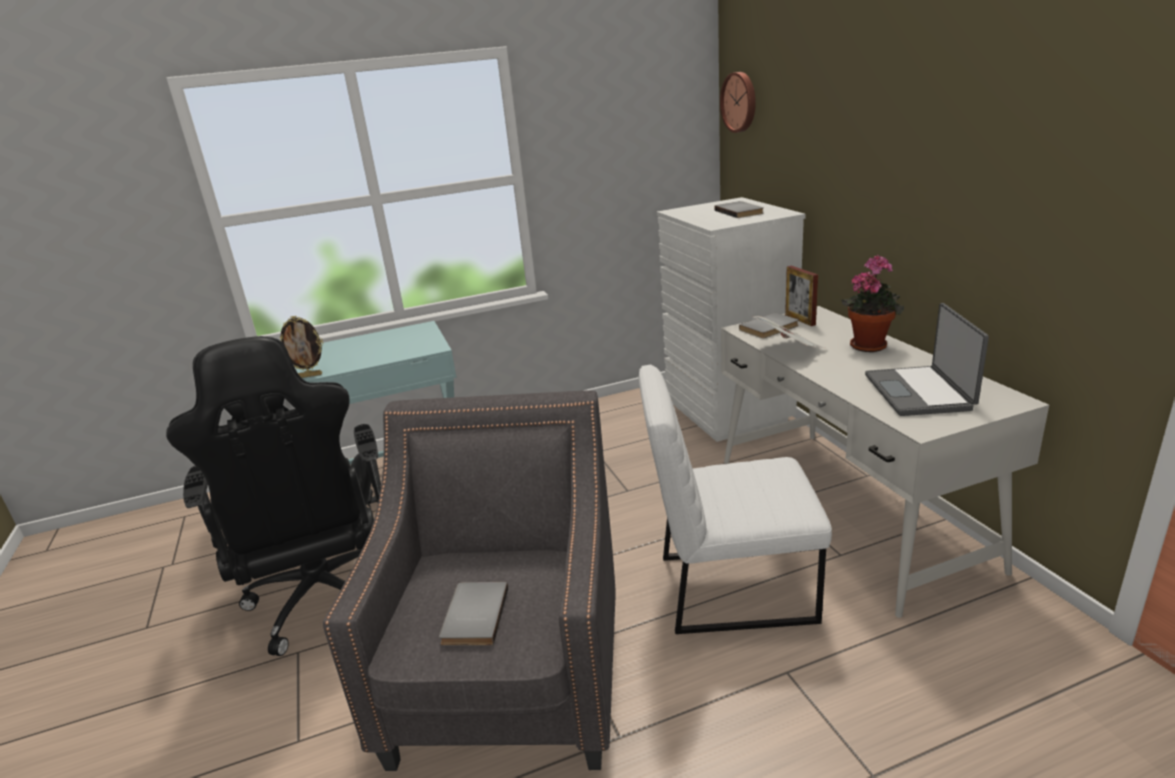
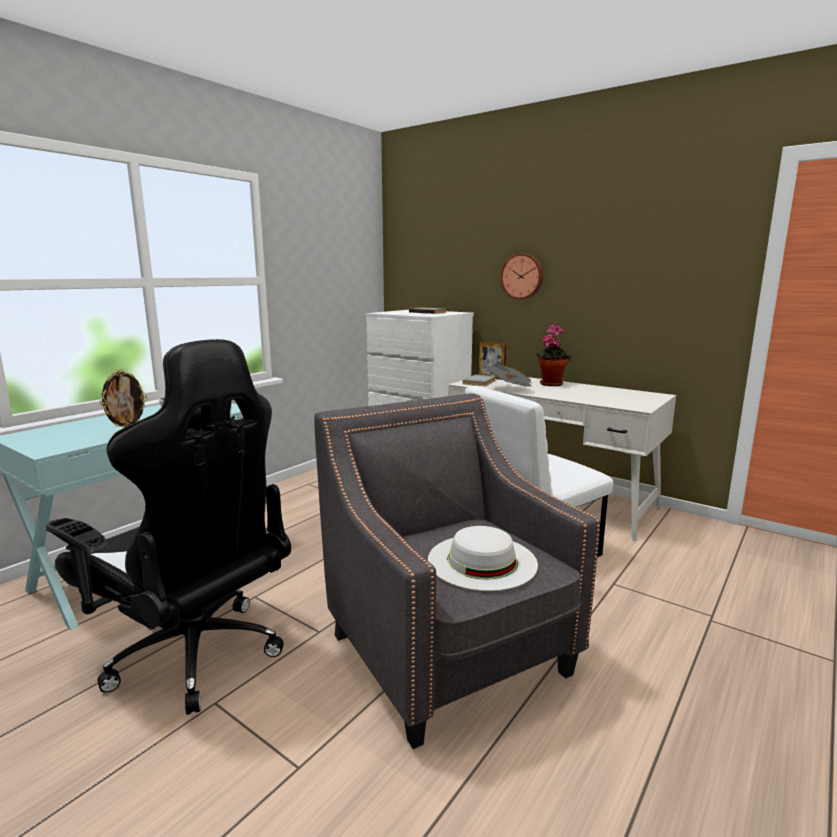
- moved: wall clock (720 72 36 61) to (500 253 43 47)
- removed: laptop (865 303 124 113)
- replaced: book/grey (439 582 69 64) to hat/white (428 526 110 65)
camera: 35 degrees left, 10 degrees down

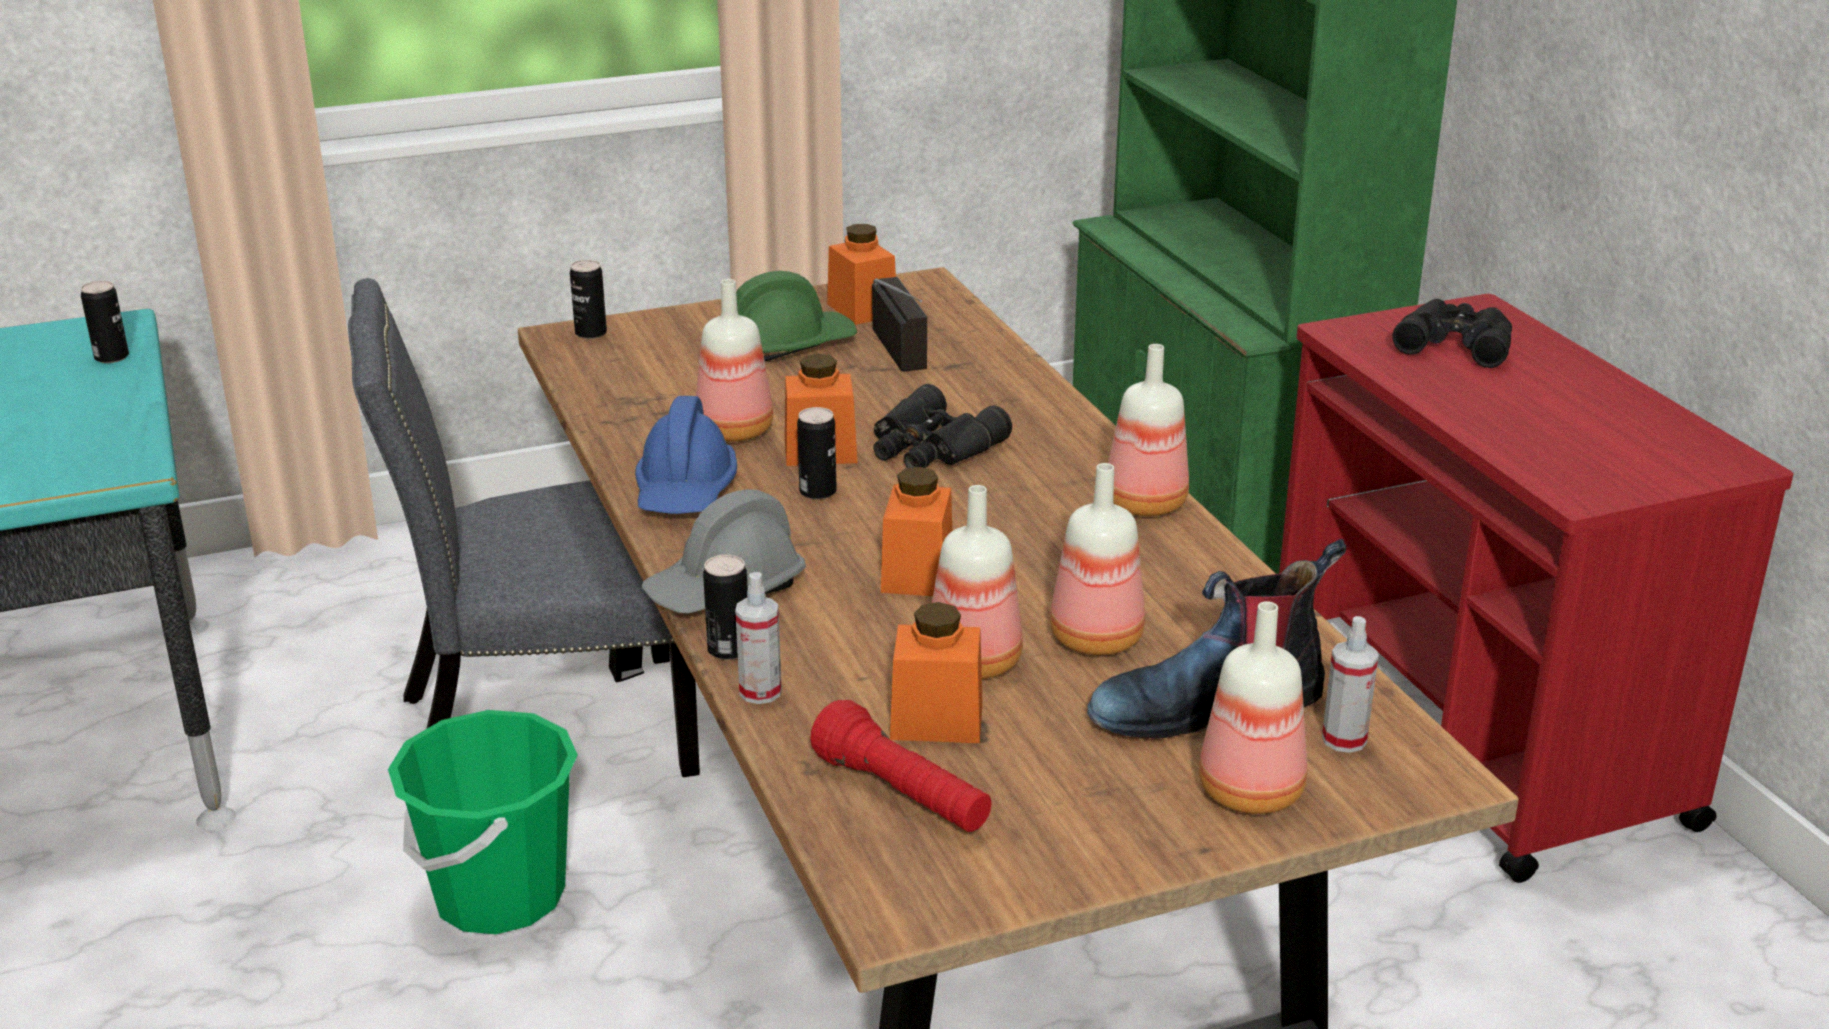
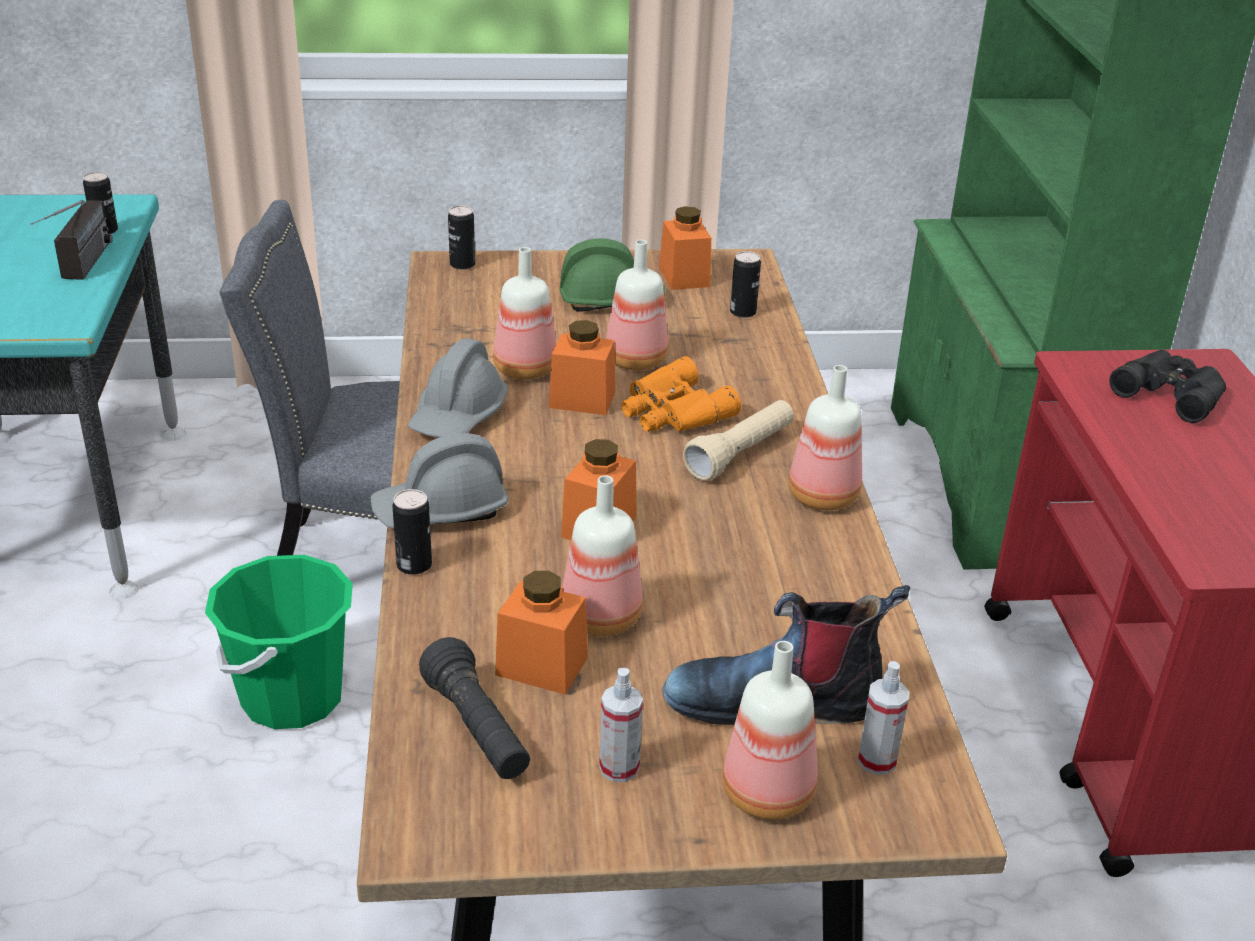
- moved: radio (872 277 56 94) to (31 200 82 80)
- recoloured: binoculars/black (873 384 139 84) to binoculars/orange (621 356 120 76)
- recoloured: hard hat/blue (635 396 102 118) to hard hat/grey (408 338 100 99)
- moved: can (797 407 40 93) to (730 251 31 67)
- moved: bottle (1050 463 95 192) to (606 240 62 130)
- moved: spray bottle (735 572 47 132) to (599 668 44 114)
- recoloured: flashlight/red (810 700 181 132) to flashlight/black (419 637 111 142)
- added: flashlight/beige (683 400 111 80)
camera: 15 degrees right, 5 degrees up

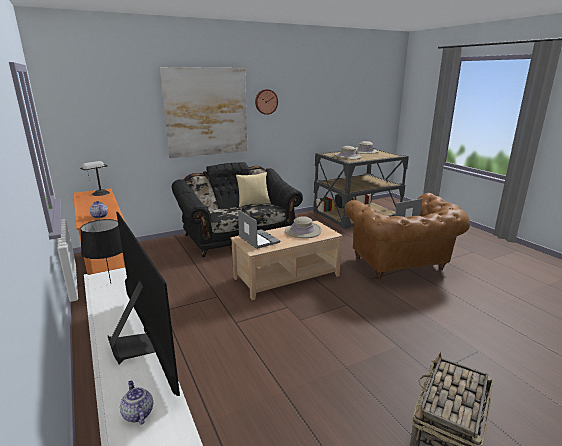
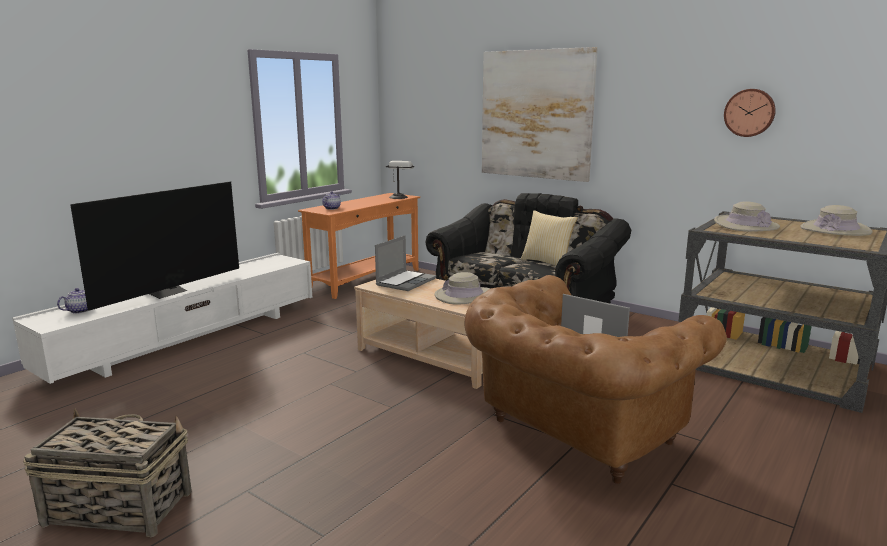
- moved: wall clock (255 89 23 26) to (724 89 52 48)
- removed: table lamp/black (80 219 43 64)
camera: 65 degrees right, 5 degrees down

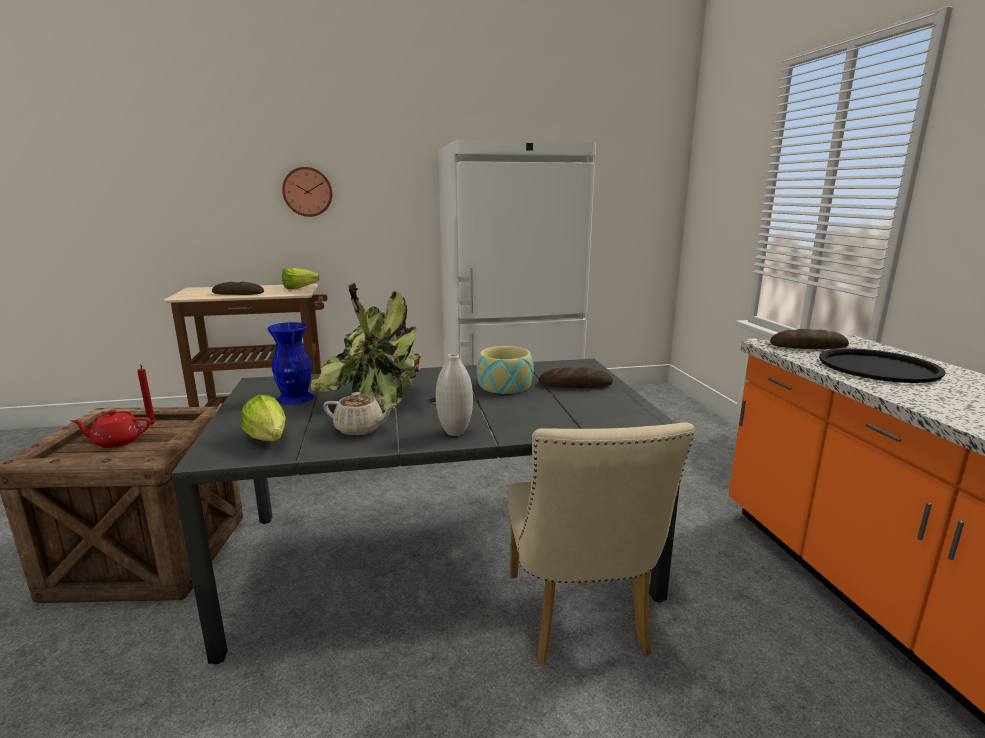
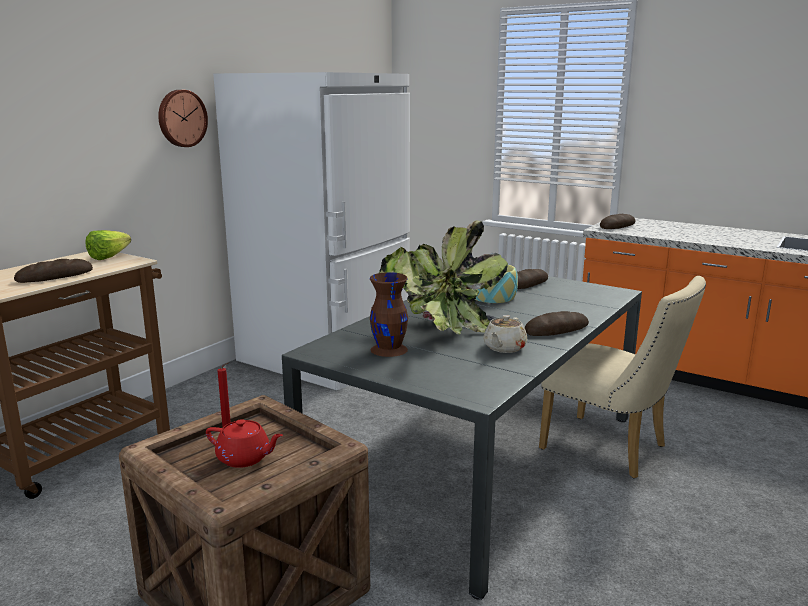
- moved: wall clock (282 167 50 50) to (158 90 50 57)
- recoloured: vase/blue (268 322 46 83) to vase/brown (370 272 38 85)
- removed: tray/black (819 348 127 35)
- replaced: vase/white (436 354 37 82) to bread (525 311 64 25)
- turned: teapot/beige (323 392 74 44) = (483 315 44 38) 150 degrees clockwise
- removed: lettuce (241 395 45 46)
- turned: teapot/red (71 410 80 38) = (206 419 77 49) 105 degrees counterclockwise
camera: 45 degrees left, 0 degrees up

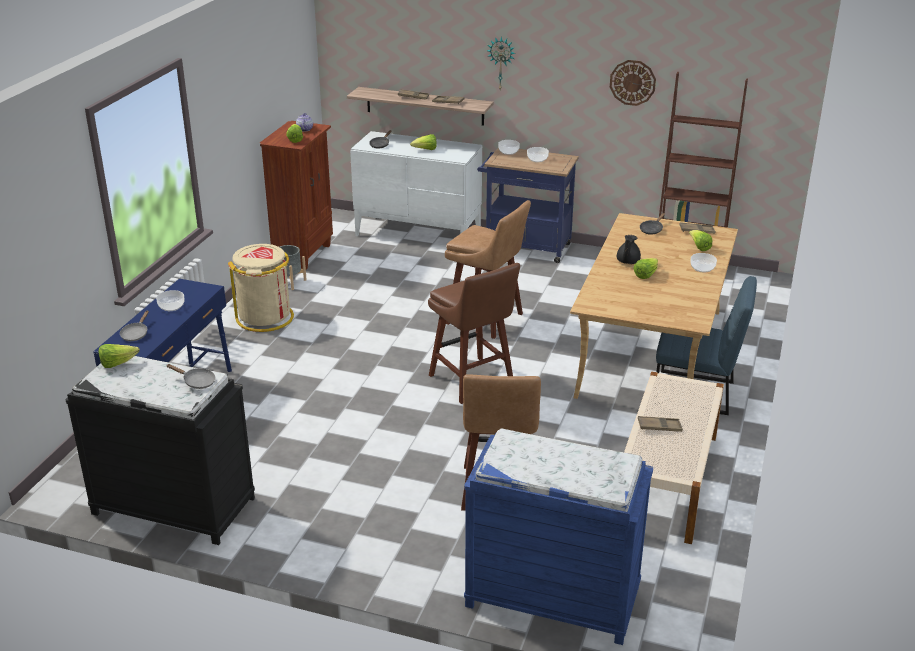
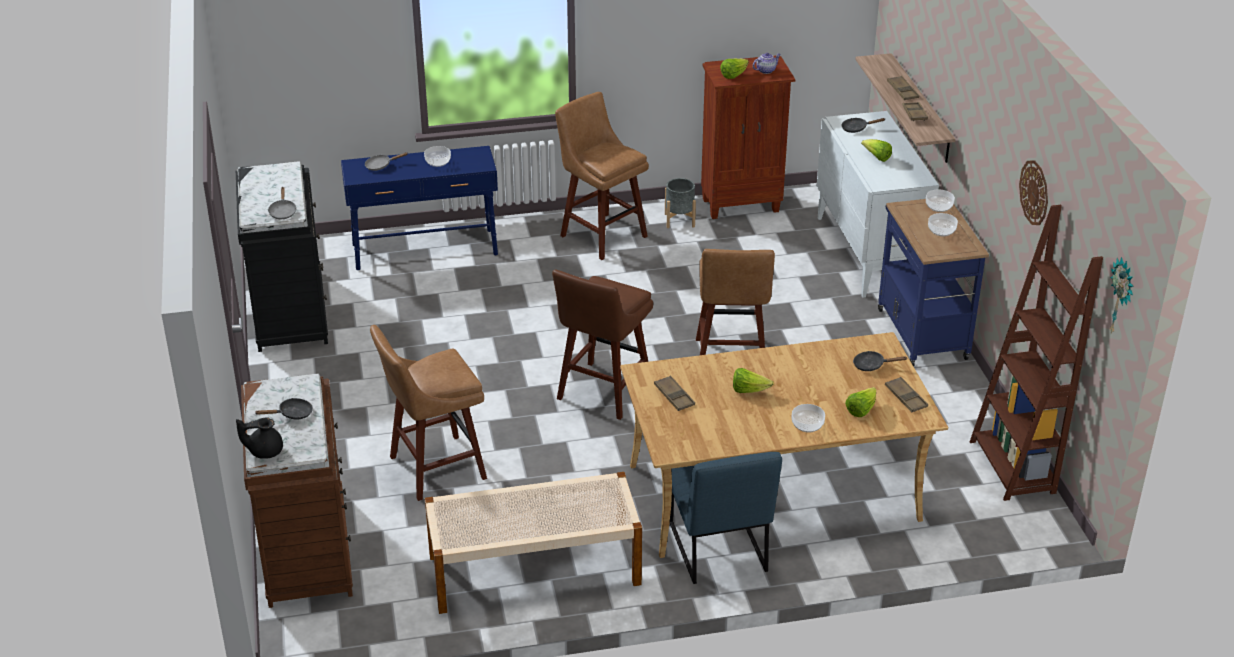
- moved: wall clock (486 37 30 53) to (1109 257 25 76)
- moved: teapot/black (617 235 24 29) to (236 417 47 42)
- replaced: trash can/beige (228 244 66 88) to stool/brown (555 92 94 168)
- removed: lettuce (99 344 40 24)
- moved: tray/brown (638 416 45 16) to (654 375 41 36)
- recoloured: dresser/blue (464 429 189 216) to dresser/brown (241 374 112 234)
- added: frying pan/black (255 398 58 21)
camera: 60 degrees right, 5 degrees up

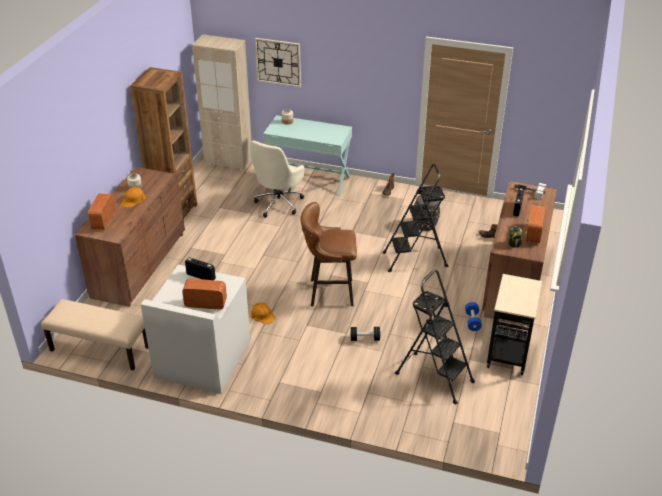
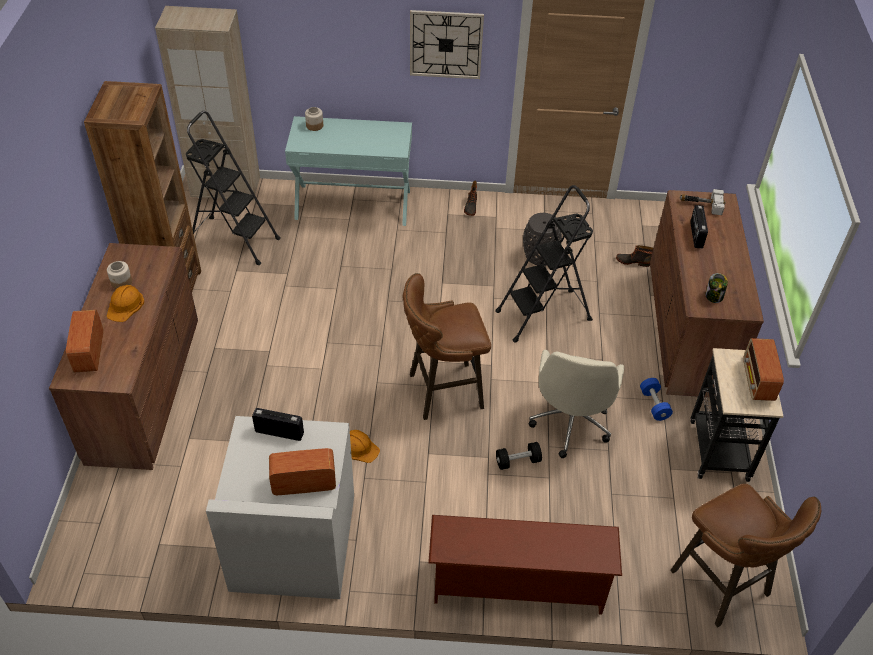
- moved: wall clock (255 38 46 49) to (410 10 74 69)
- moved: office chair/beige (250 140 54 78) to (529 350 95 108)
- moved: radio (525 205 21 38) to (743 338 41 63)
- moved: step ladder (395 270 80 135) to (186 111 95 154)
- removed: bench/beige (41 299 107 72)
- added: stool/brown (670 484 151 143)
- added: shoe rack/brown (428 515 194 100)
camera: 15 degrees left, 10 degrees up

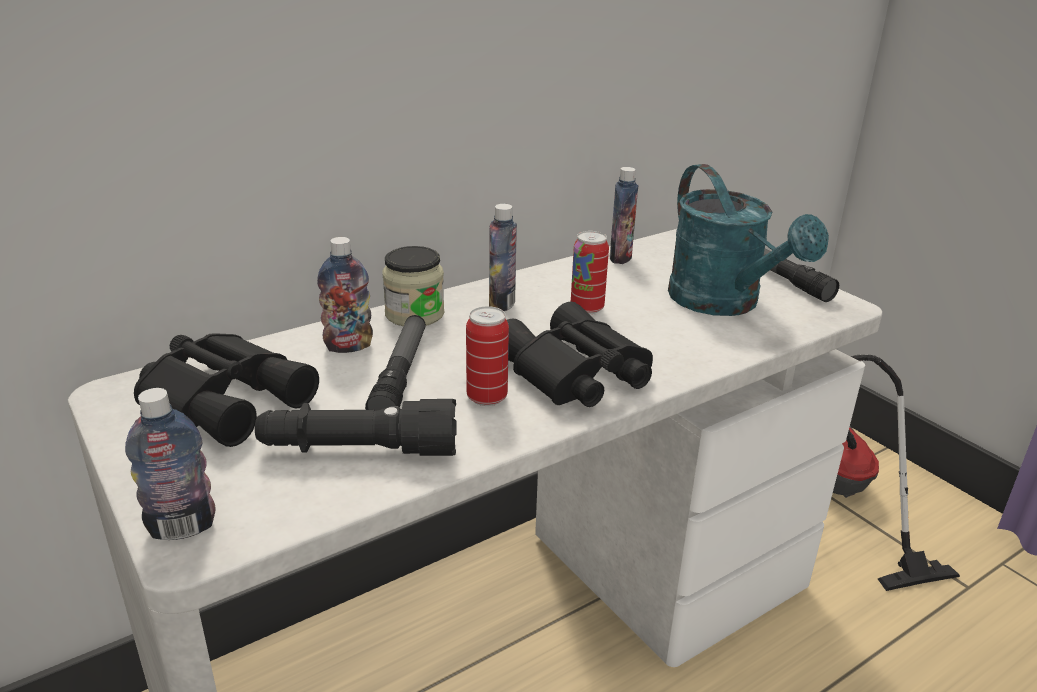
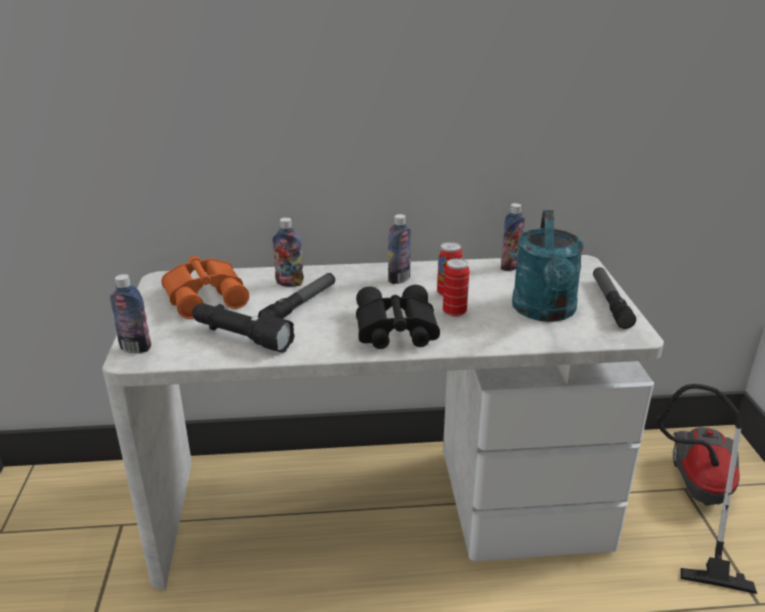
- removed: jar (382 246 63 80)
- moved: can (466 306 43 100) to (443 258 26 59)
- recoloured: binoculars/black (134 333 185 114) to binoculars/orange (161 256 88 63)
camera: 30 degrees right, 0 degrees up

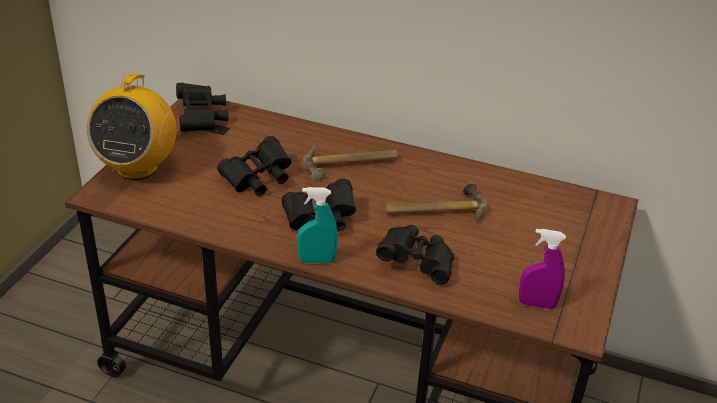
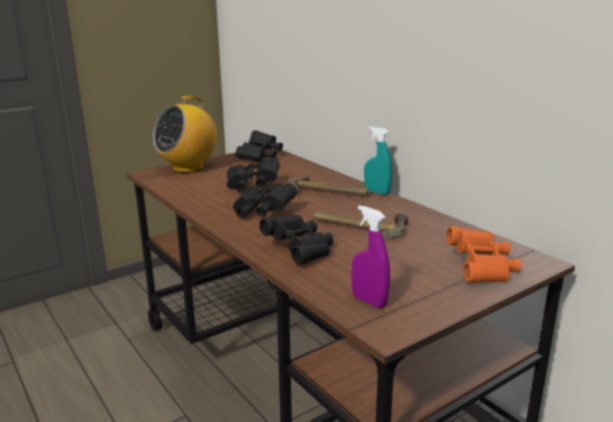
- moved: spray bottle/turquoise (297 187 41 76) to (364 127 28 68)
- added: binoculars/orange (446 227 76 56)
camera: 35 degrees right, 15 degrees down

